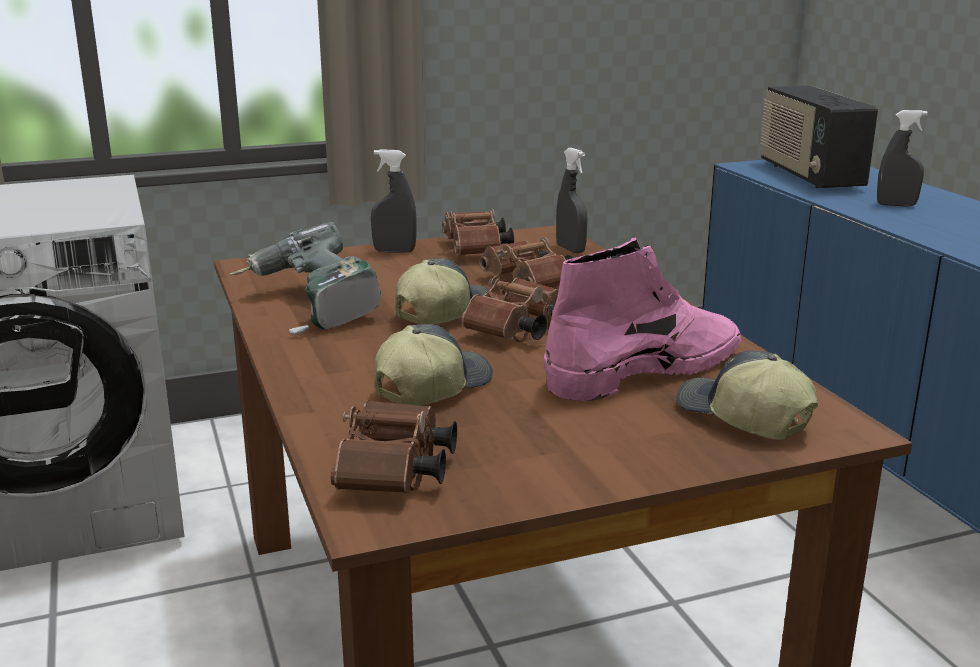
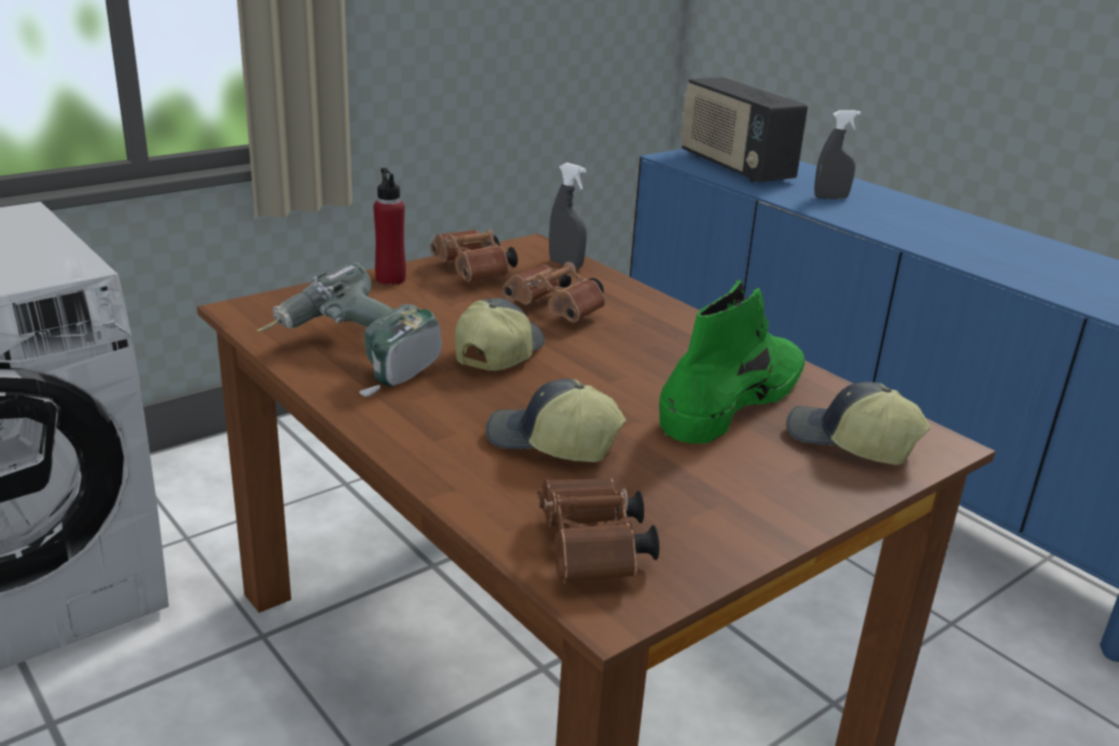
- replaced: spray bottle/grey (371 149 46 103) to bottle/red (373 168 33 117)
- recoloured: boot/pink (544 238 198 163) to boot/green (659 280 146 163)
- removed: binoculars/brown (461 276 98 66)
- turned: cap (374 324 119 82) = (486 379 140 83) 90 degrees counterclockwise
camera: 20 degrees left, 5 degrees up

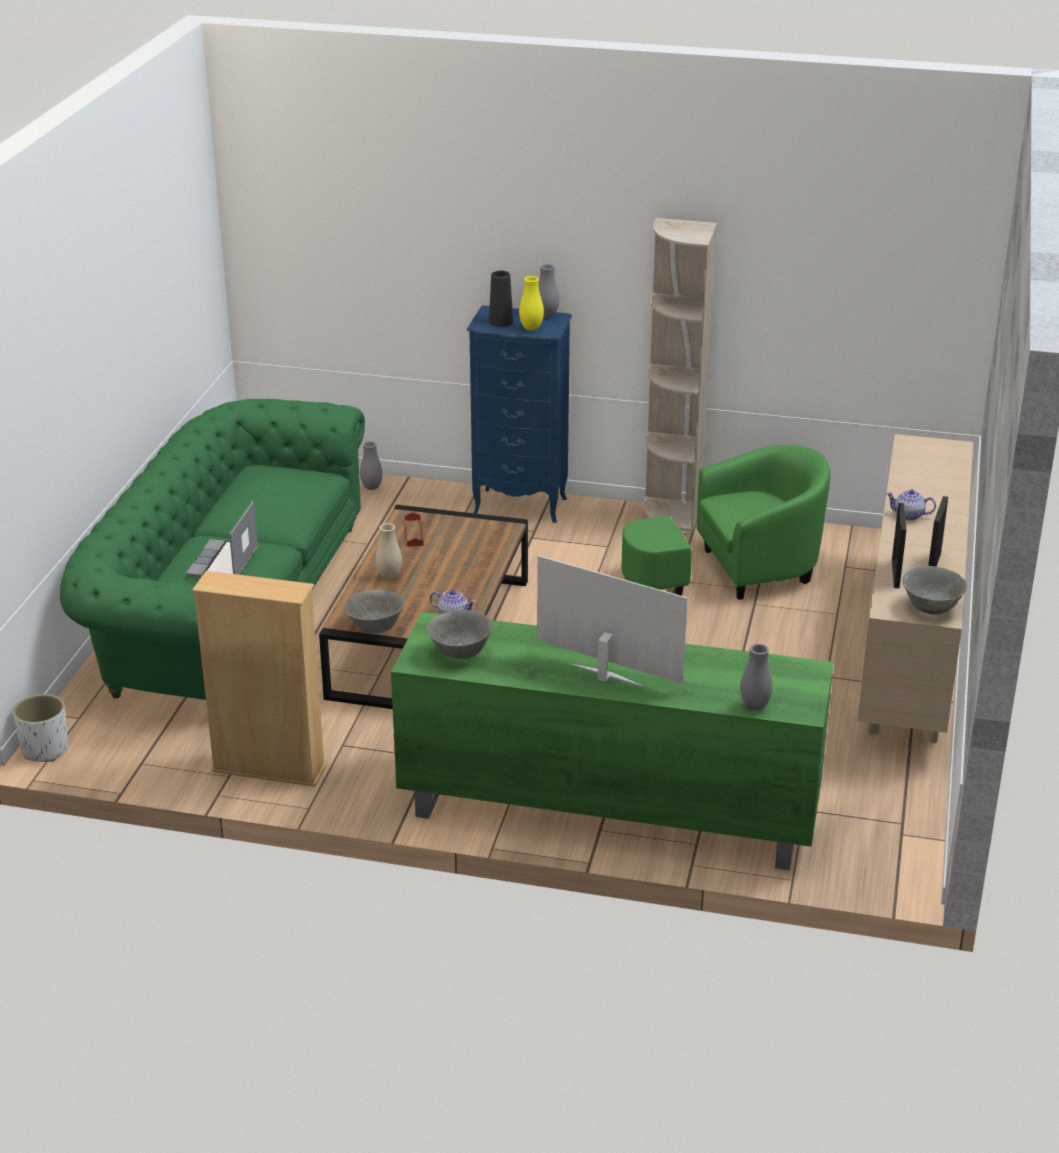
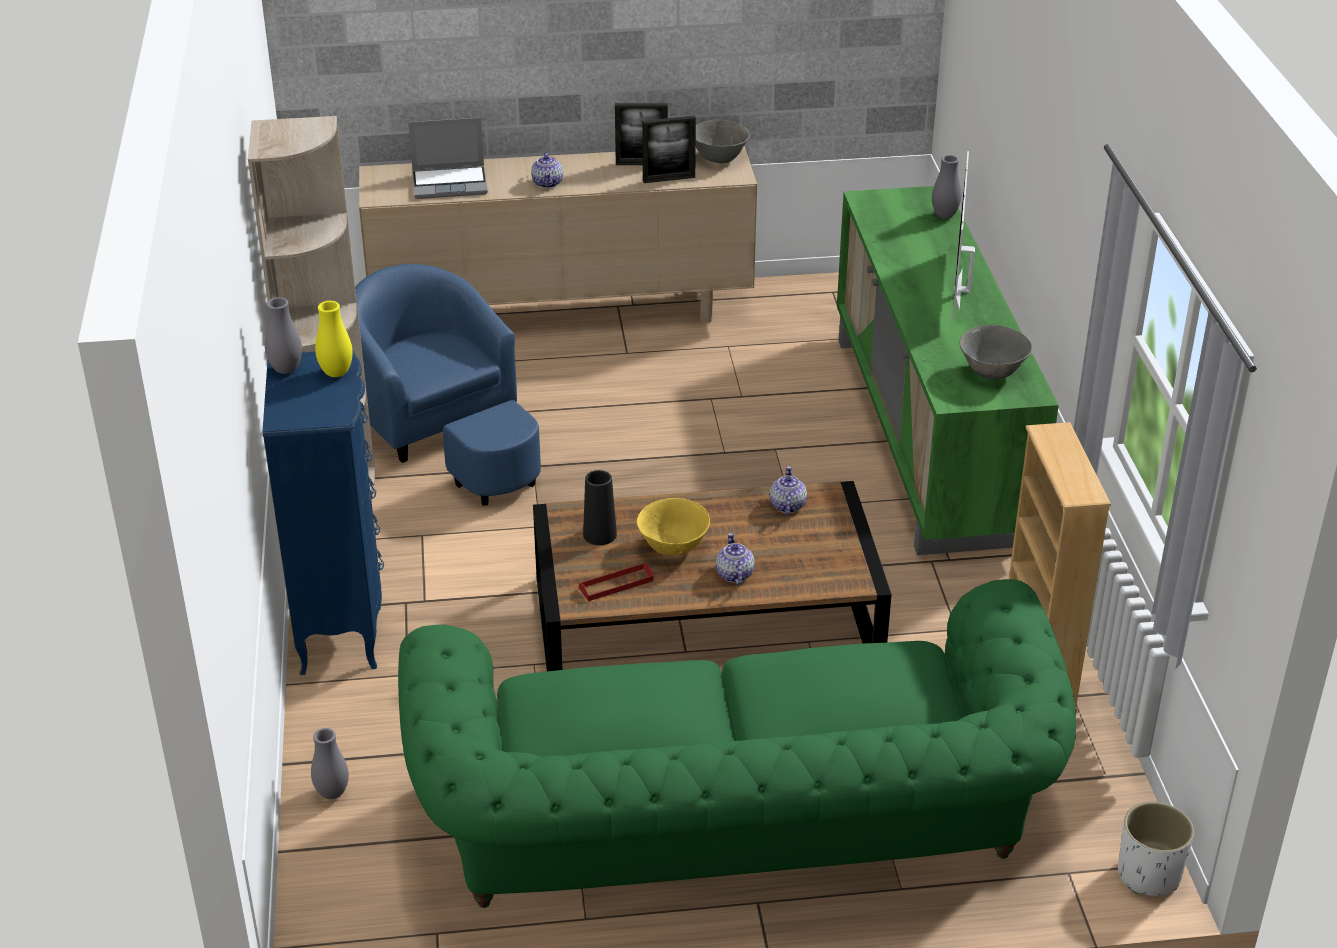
- moved: vase/black (489 271 24 56) to (583 470 34 75)
- recoloured: armchair/green (621 445 210 155) to armchair/blue (355 264 186 242)
- moved: laptop (186 501 72 77) to (408 117 80 82)
- replaced: vase/beige (375 523 27 57) to teapot (716 533 39 52)
- removed: bowl/grey (344 590 60 43)
- added: bowl/yellow (637 498 73 57)
camera: 110 degrees left, 5 degrees up

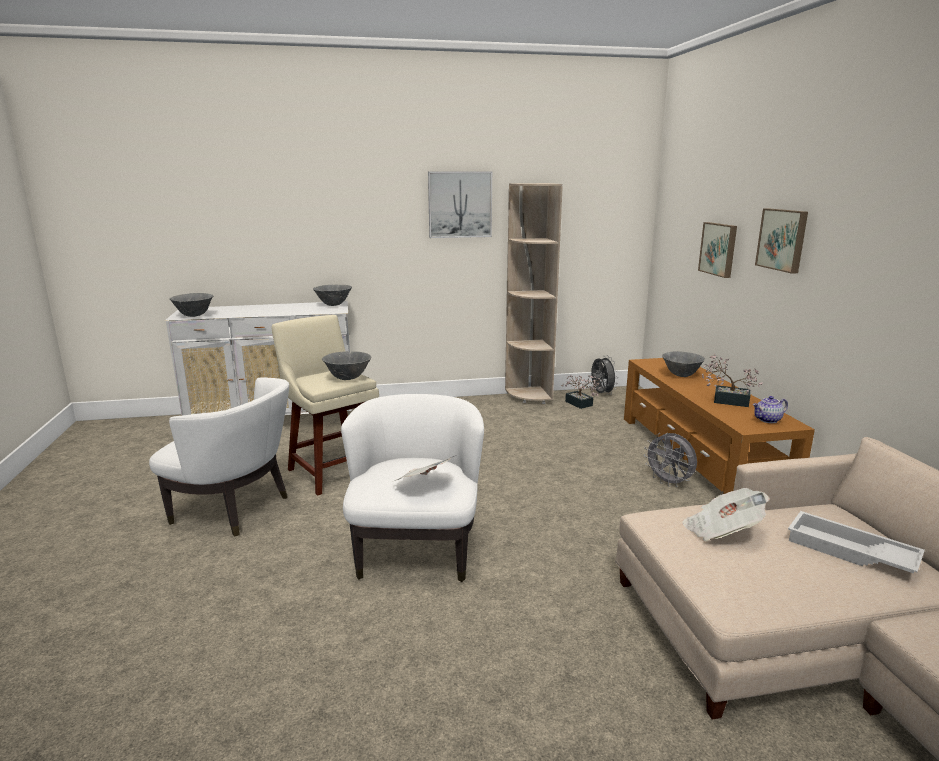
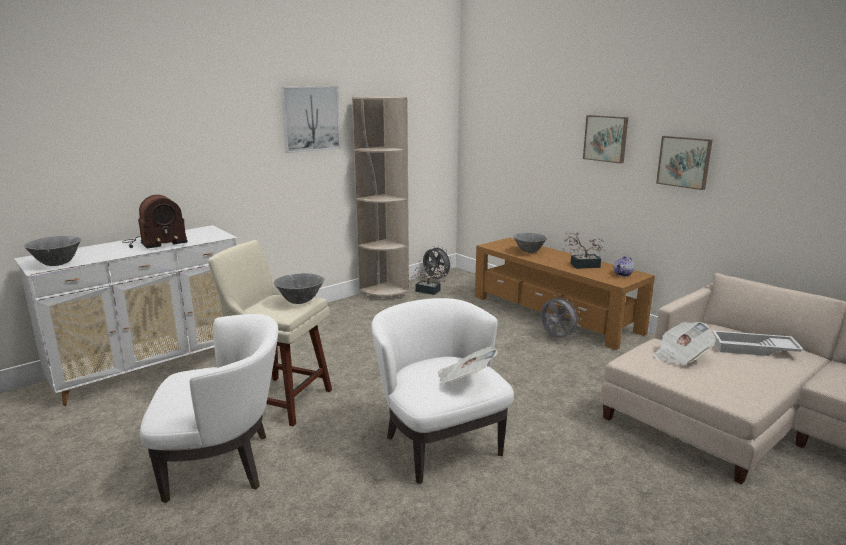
- moved: picture (698 222 39 56) to (656 136 57 54)
- removed: bowl/grey (313 285 39 21)
- turned: fan/grey (643 433 54 54) = (540 295 42 43) 150 degrees counterclockwise
- added: radio (122 195 65 54)
camera: 30 degrees left, 0 degrees up

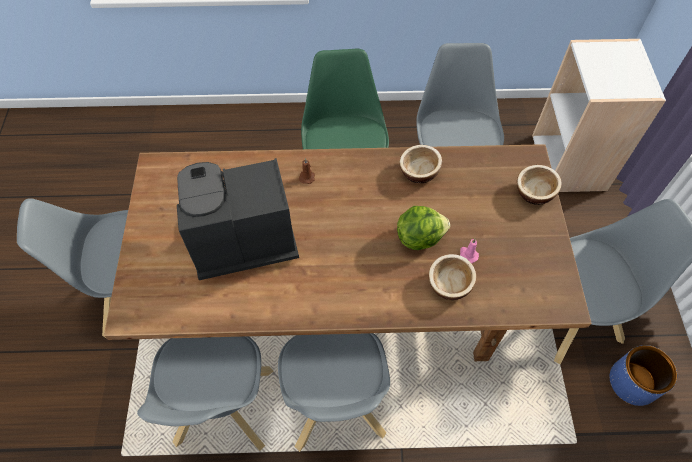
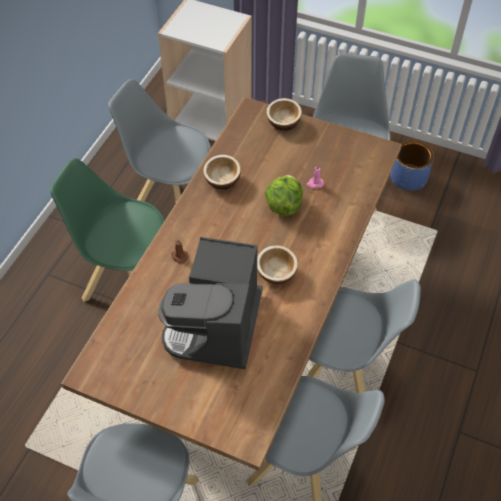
- moved: bowl (429 254 47 46) to (257 245 41 39)
camera: 65 degrees left, 5 degrees down

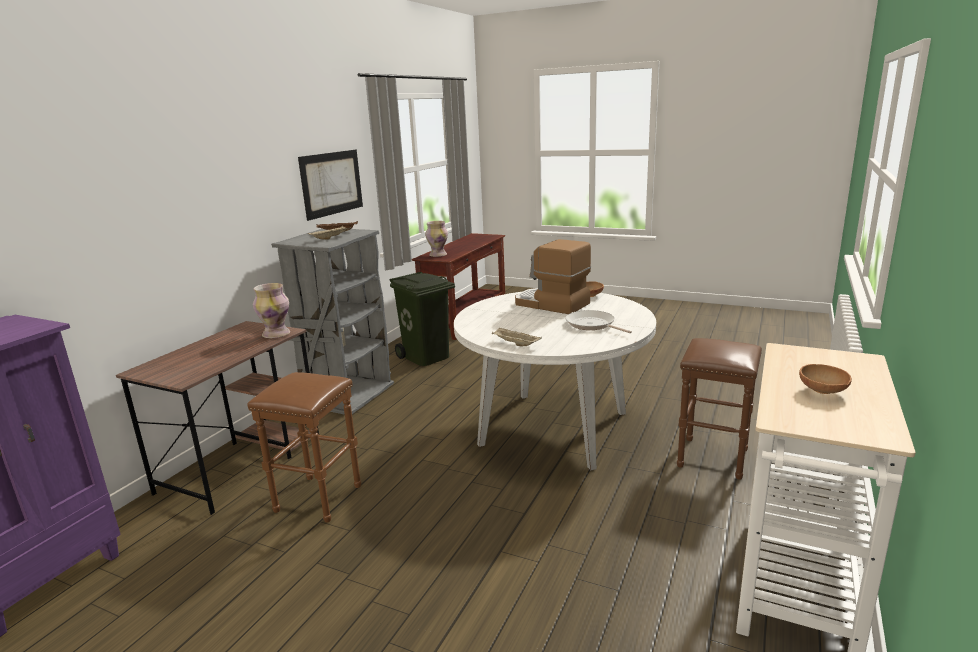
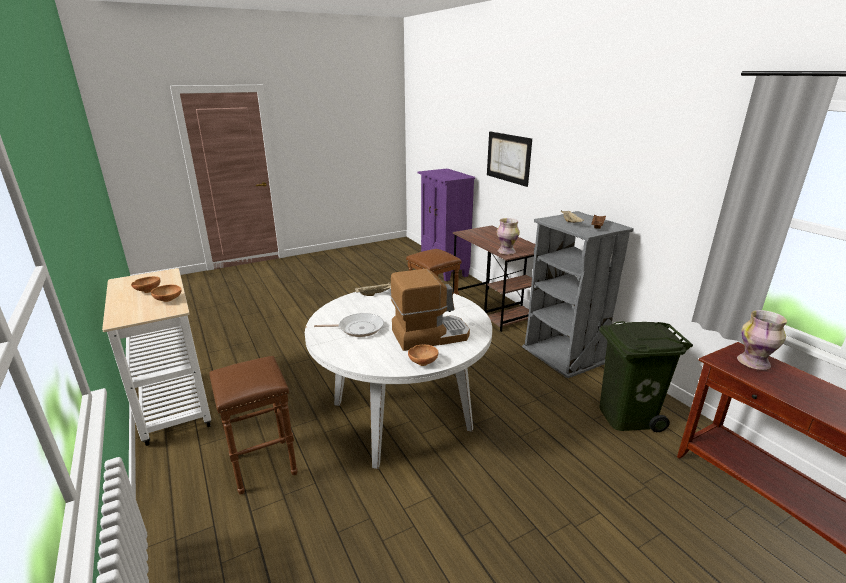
- moved: picture (298 150 65 71) to (487 131 45 56)
- added: bowl/brown (151 284 31 18)
camera: 125 degrees right, 5 degrees up

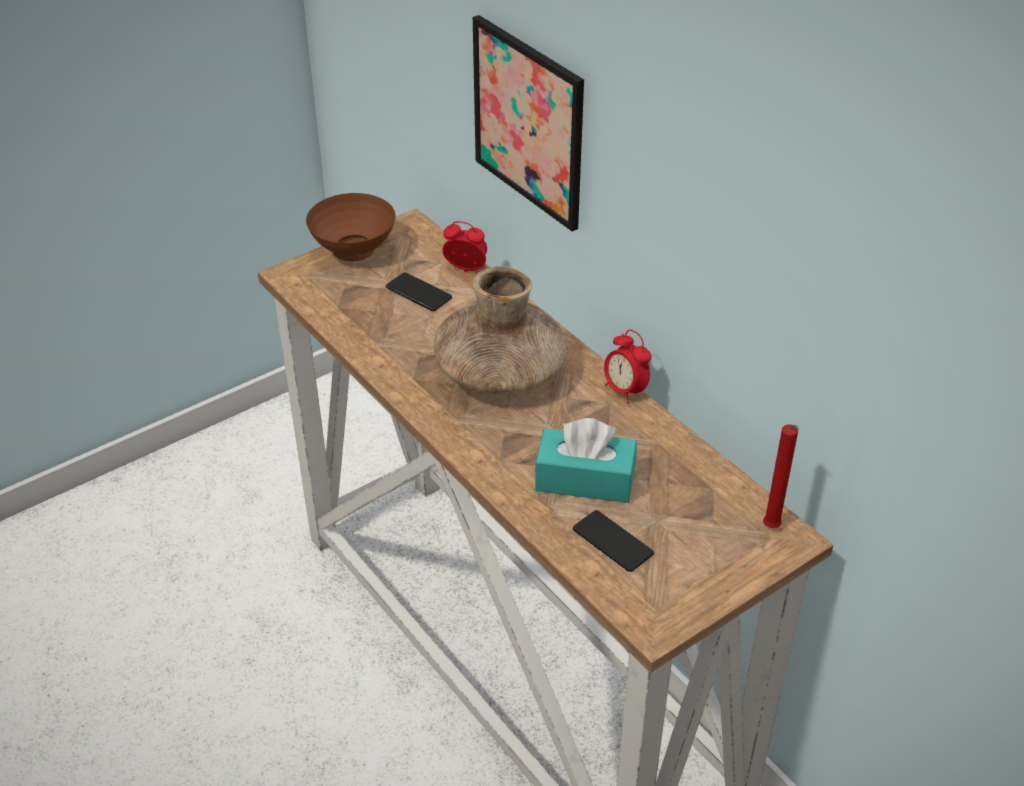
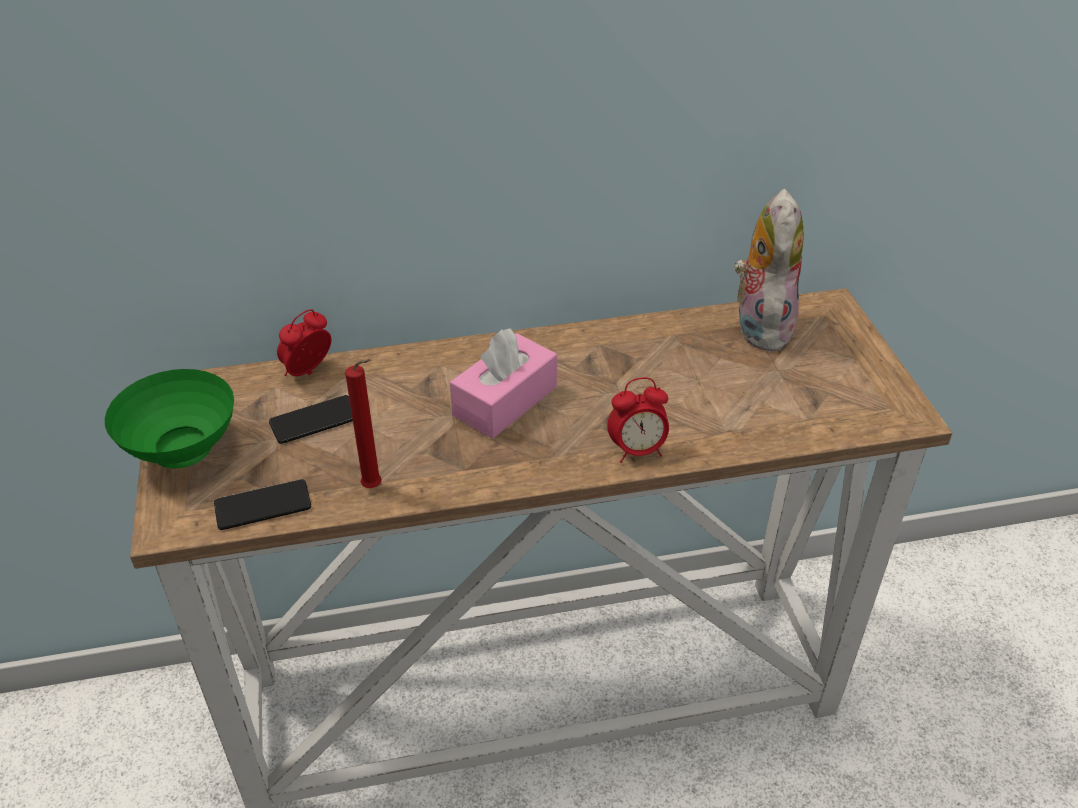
- removed: picture (473 15 111 216)
- recoloured: bowl/brown (306 193 90 68) to bowl/green (105 369 129 100)
- replaced: vase/brown (434 266 134 129) to tissue box/pink (450 328 107 111)
- moved: alarm clock (604 330 47 74) to (607 377 62 86)
- removed: tissue box/turquoise (535 418 102 85)
- moved: candle/red (763 424 35 104) to (345 359 37 129)
- moved: phone (573 510 81 62) to (214 479 97 51)
- added: plush toy (734 188 70 163)
camera: 65 degrees left, 0 degrees up

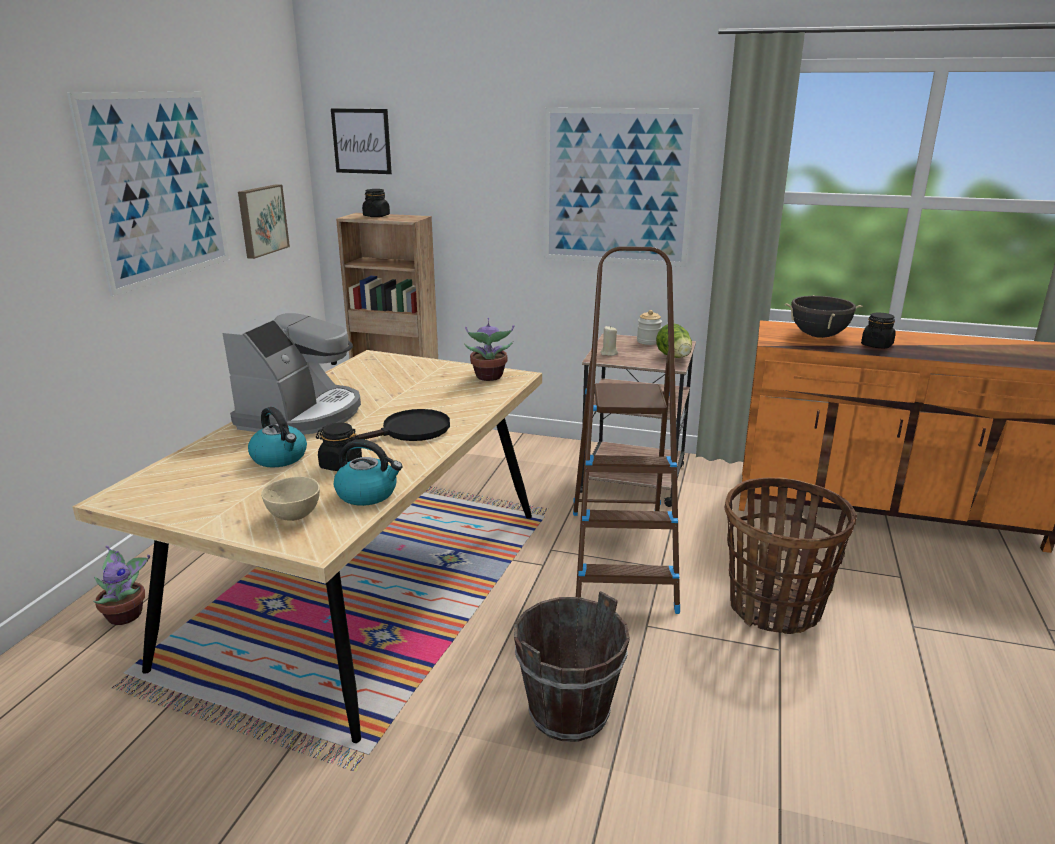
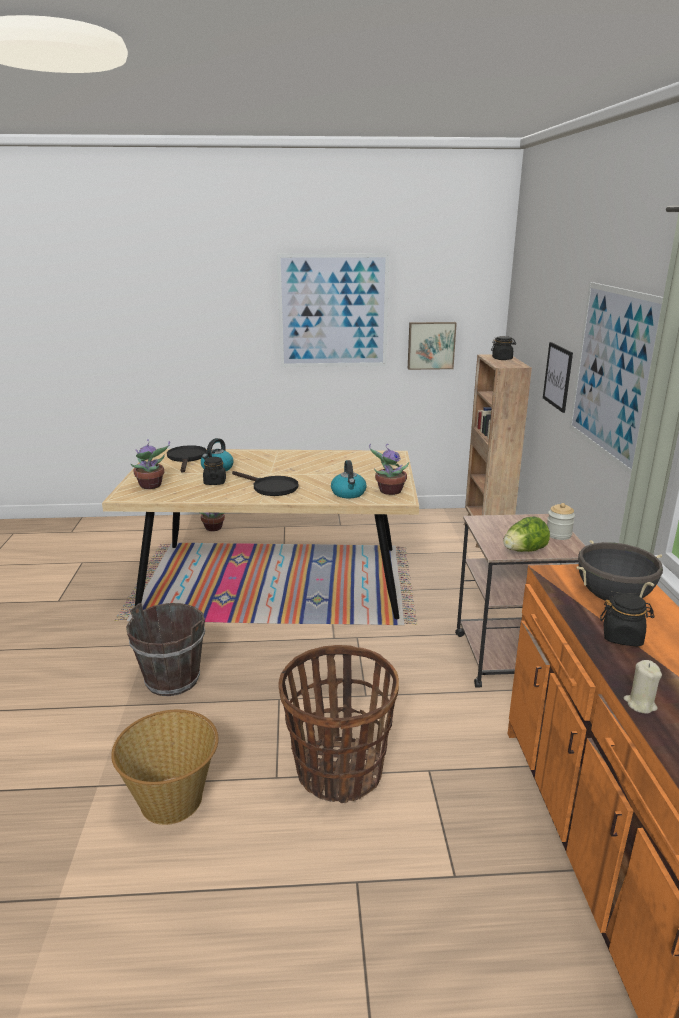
- moved: picture (331 108 61 66) to (543 342 30 71)
- removed: step ladder/brown (573 247 107 367)
- removed: coffee machine (222 308 139 127)
- moved: candle/beige (600 326 18 30) to (624 660 38 54)
- moved: kettle (334 439 68 67) to (331 460 36 38)
- replaced: bowl/beige (261 477 59 44) to potted plant (130 439 40 50)
- added: frying pan/black (167 445 40 28)
- added: basket (111 710 107 115)
camera: 70 degrees right, 0 degrees up

